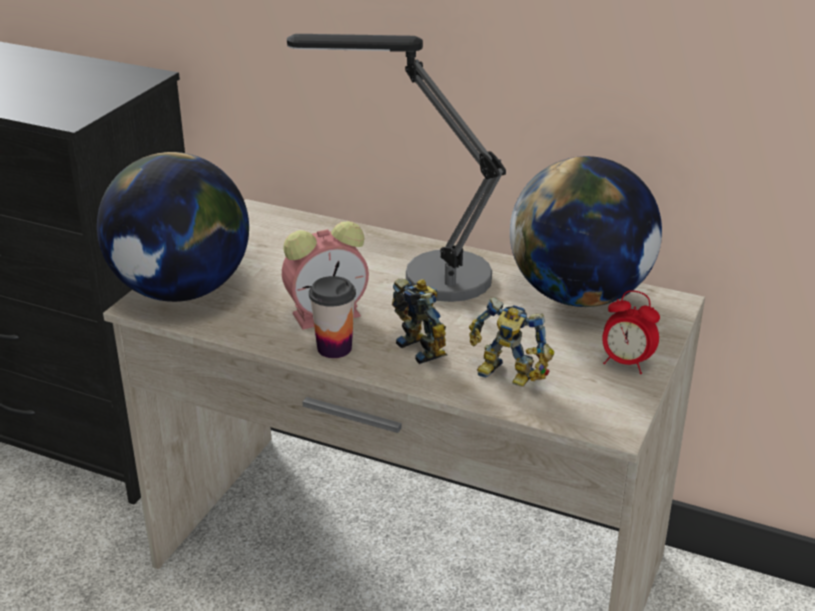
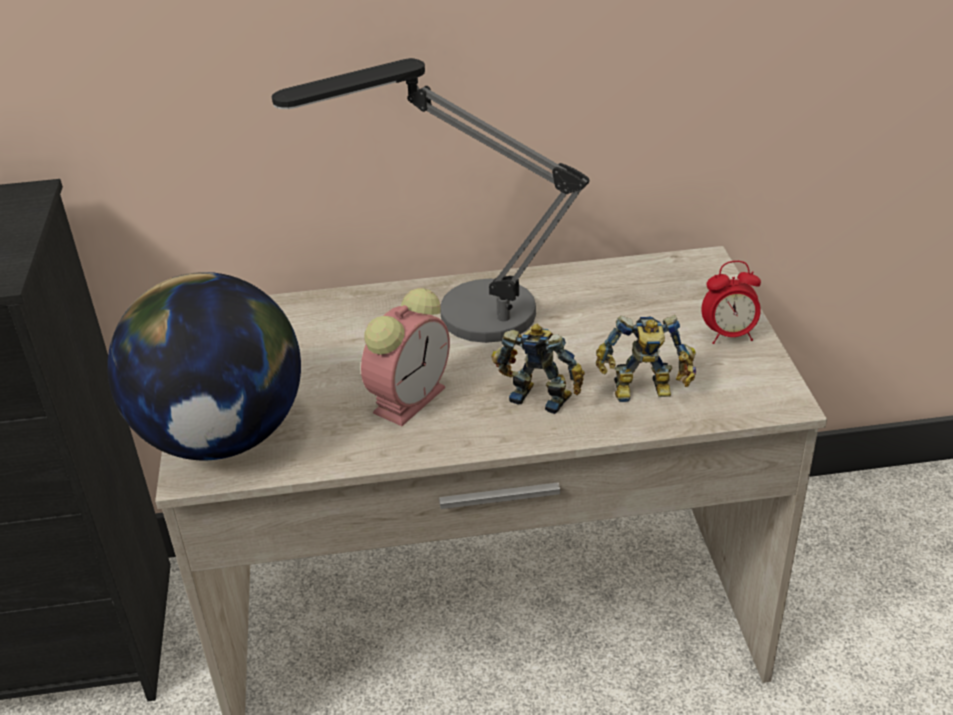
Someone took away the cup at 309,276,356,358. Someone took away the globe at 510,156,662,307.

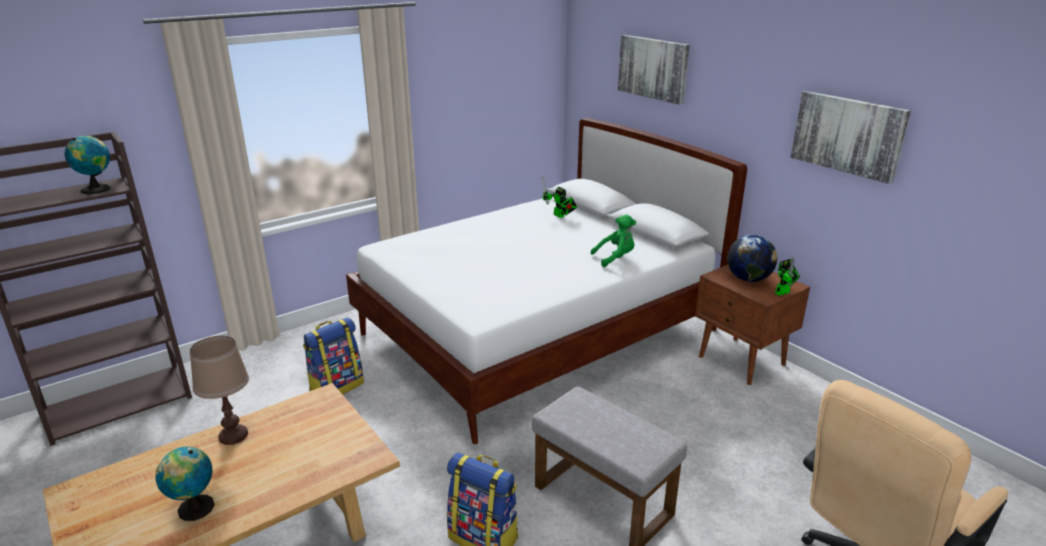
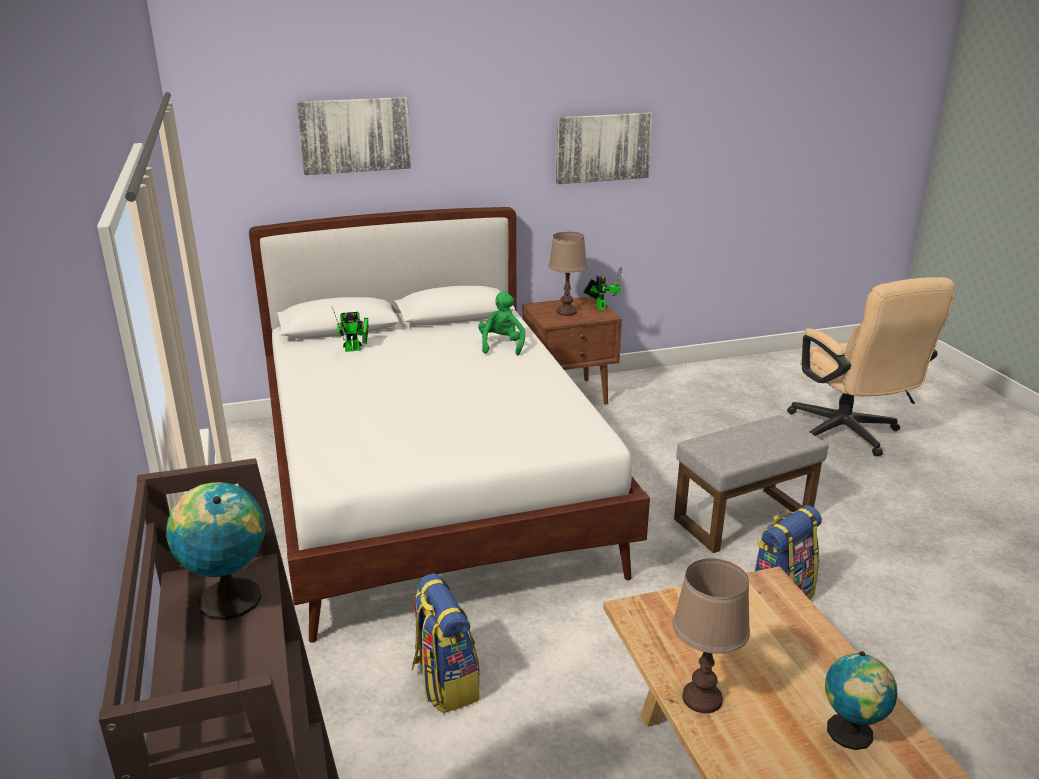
Someone swapped the globe at 727,234,777,282 for the brown_table_lamp at 549,232,587,316.

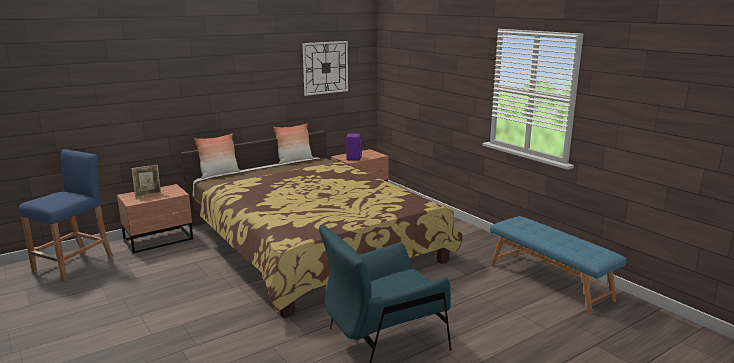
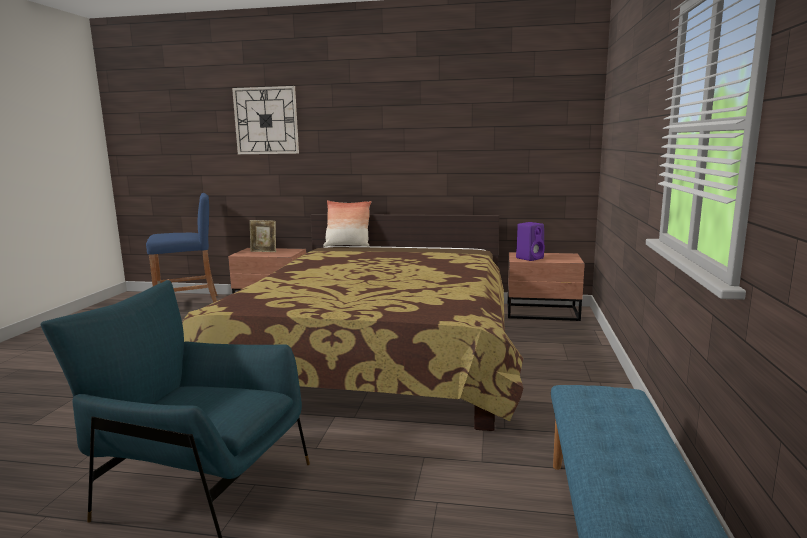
Someone took away the pillow at 273,124,313,164. Someone carried the wall_clock from 303,41,348,96 to 232,86,299,154.

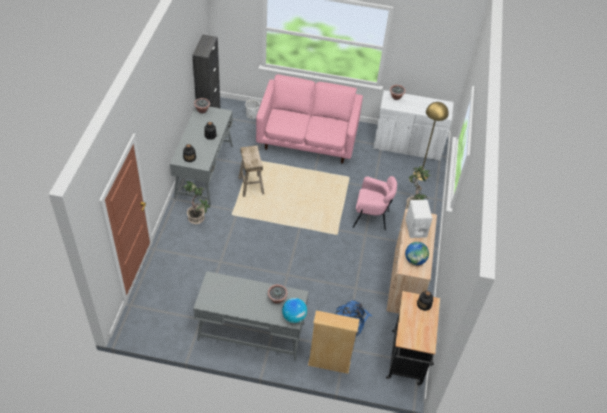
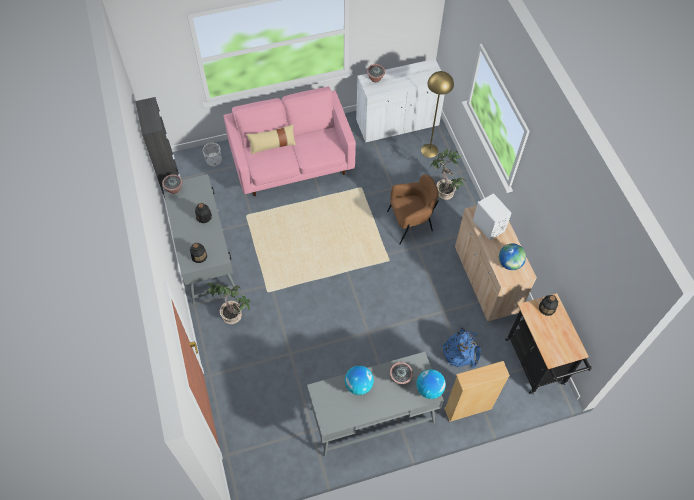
Someone took away the beige_stool at 239,146,264,197. Someone put down the beige_pillow at 247,124,296,155. Someone put down the globe at 345,366,374,395. Someone repainted the pink_armchair at 353,176,397,230, which became the brown_armchair at 387,175,439,245.

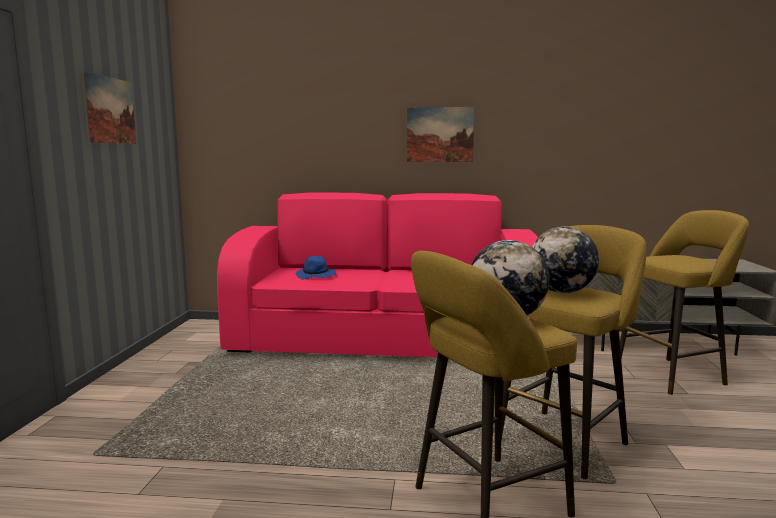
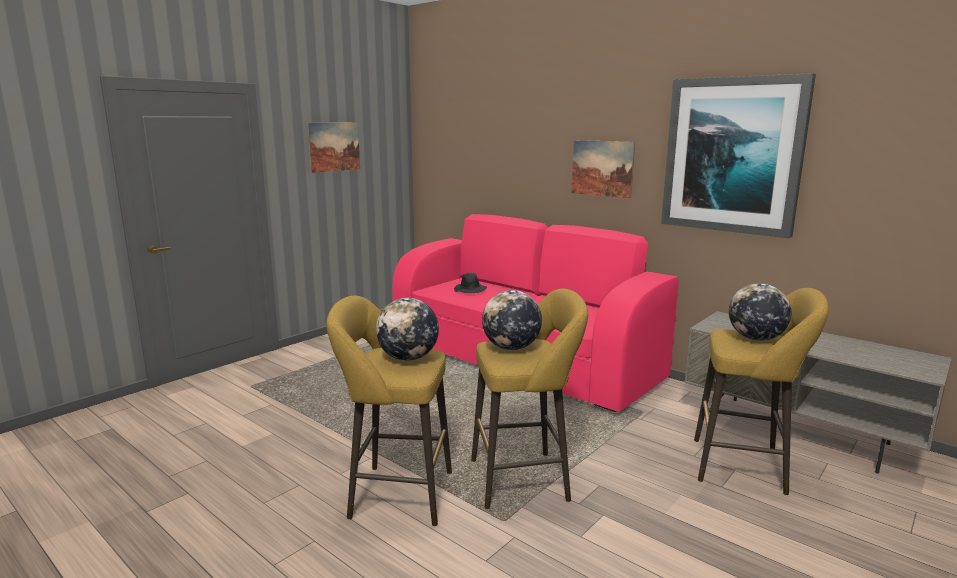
Someone put up the picture at 661,73,816,238. Someone put down the globe at 729,283,792,341. Someone repainted the blue_hat at 296,256,336,279, which became the black_hat at 454,273,487,293.

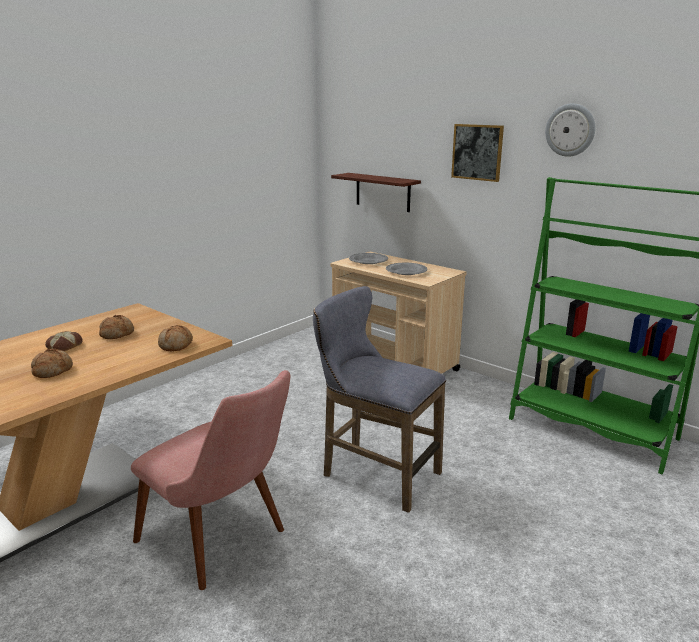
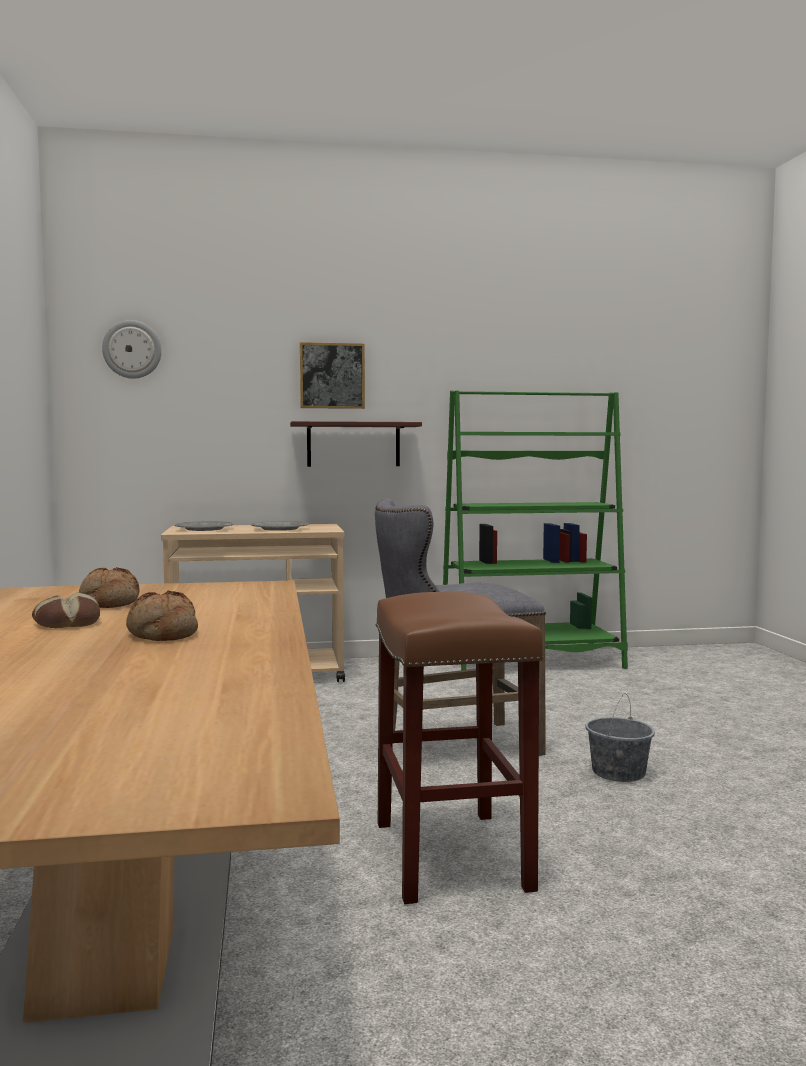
Someone took away the bread at 158,325,193,351. Someone put down the grey_bucket at 585,693,655,782. Someone carried the shelf from 331,173,421,212 to 290,421,422,467. Someone carried the wall_clock from 545,103,595,157 to 102,320,162,379. Someone swapped the pink_chair at 131,370,291,590 for the brown_stool at 375,592,543,904.

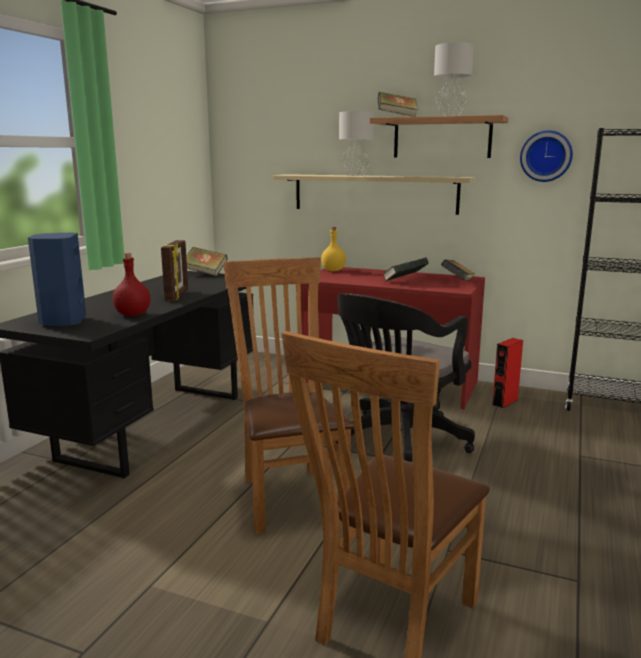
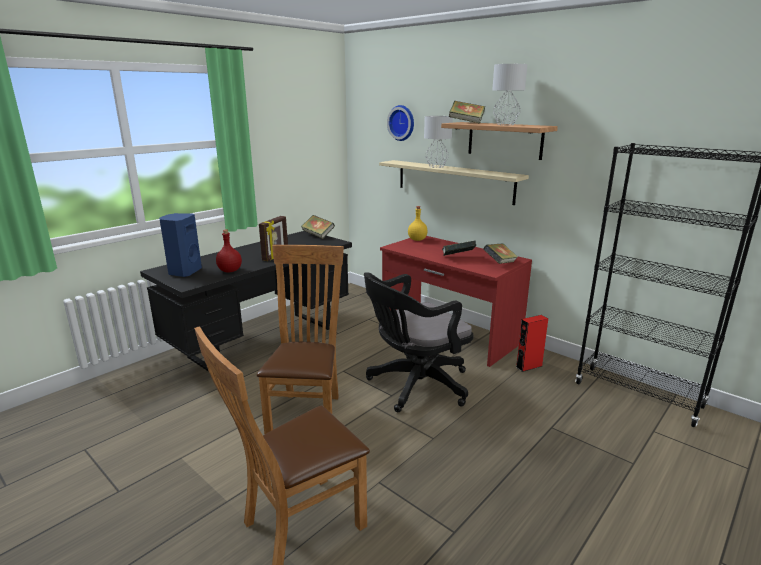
Someone carried the wall_clock from 520,130,573,182 to 387,105,414,141.

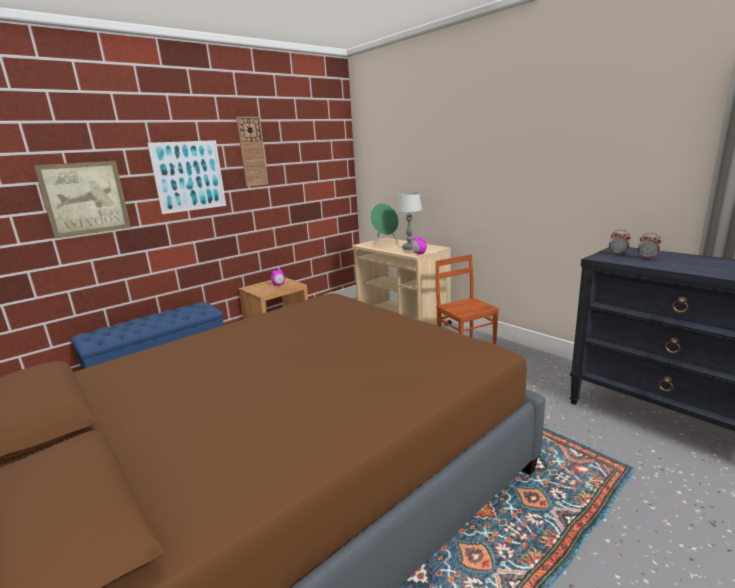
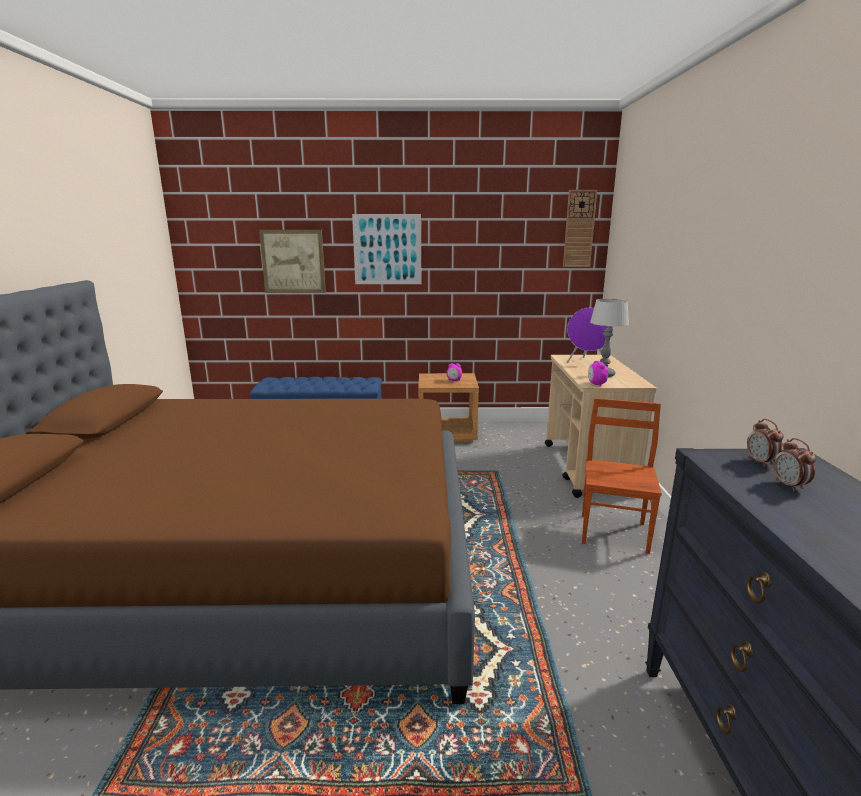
Someone carried the wall_clock from 236,117,268,187 to 563,190,597,267. Someone repainted the green_speaker at 370,203,399,248, which became the purple_speaker at 567,308,613,363.

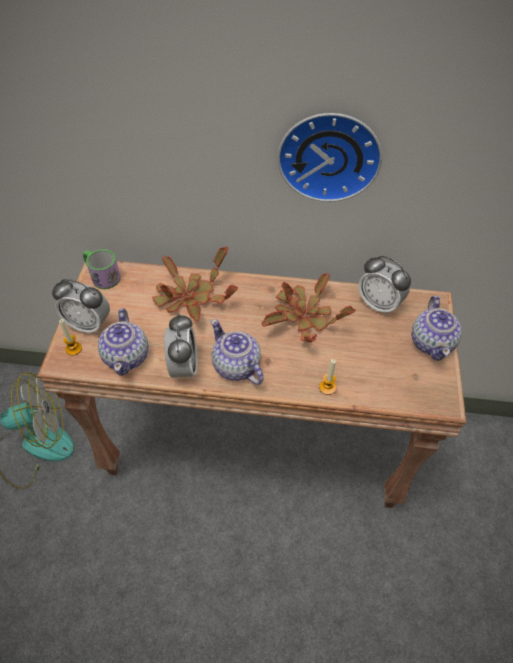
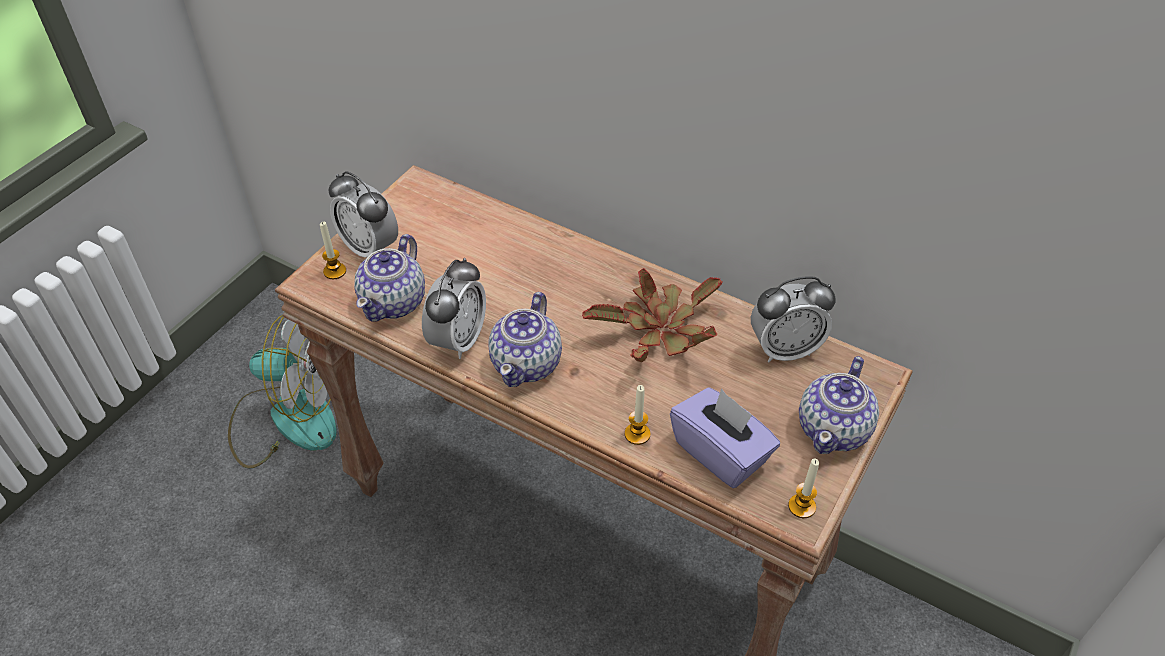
Someone took away the mug at 83,249,120,289. Someone took away the potted_plant at 152,246,238,321. Someone took away the wall_clock at 278,113,382,202. Someone put down the purple_tissue_box at 670,387,780,488. Someone put down the candle at 788,459,819,518. Someone rotated the teapot at 211,319,264,385 by 150 degrees counterclockwise. Someone rotated the alarm_clock at 358,256,411,315 by 75 degrees counterclockwise.

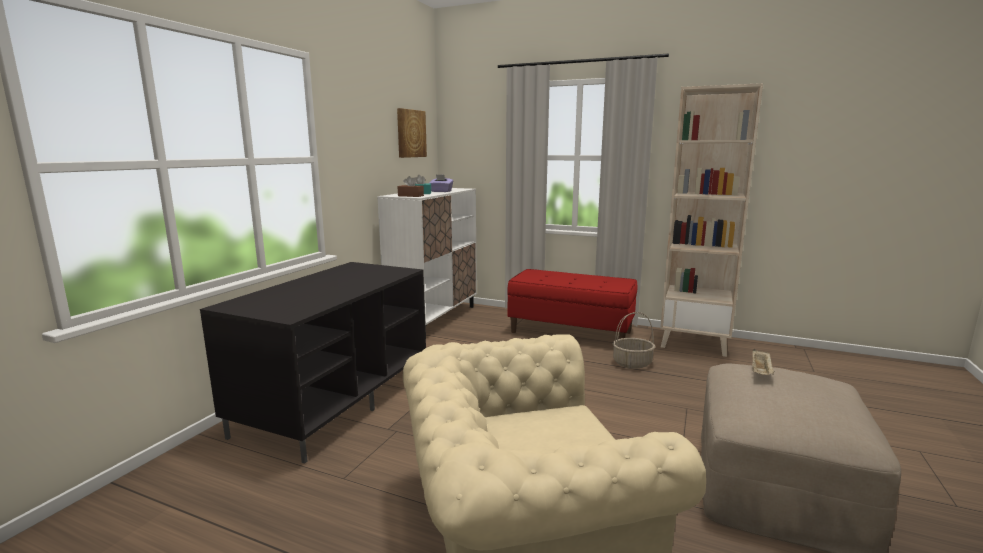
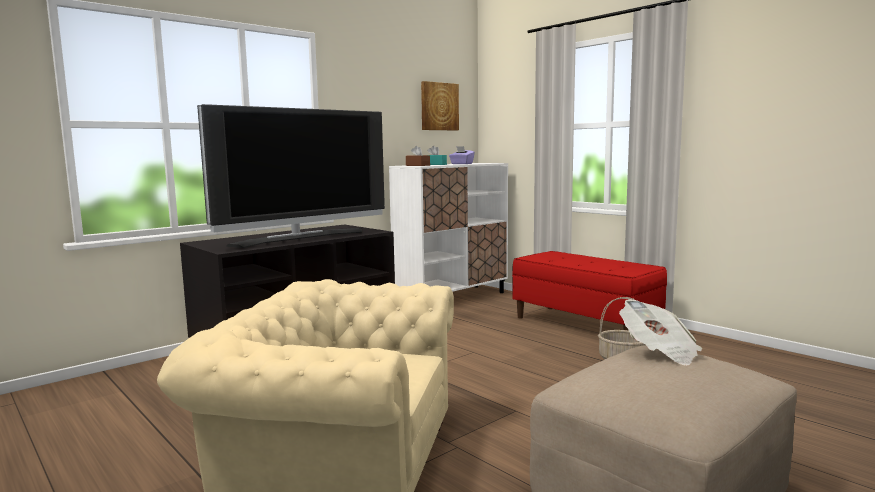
Someone took away the beige_bookcase at 660,83,763,357. Someone put down the television at 197,104,385,248. Someone swapped the beige_tray at 752,349,774,375 for the newspaper at 619,299,702,366.

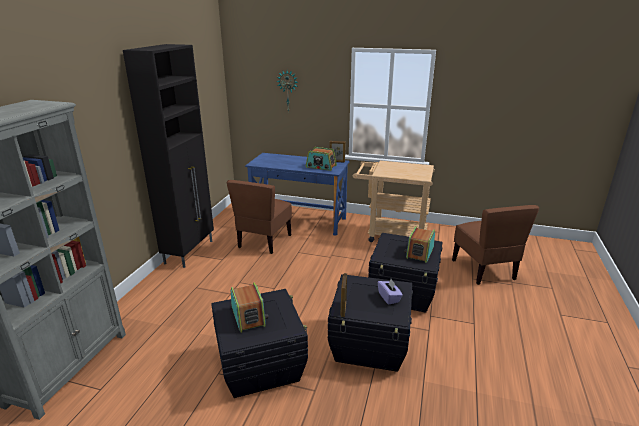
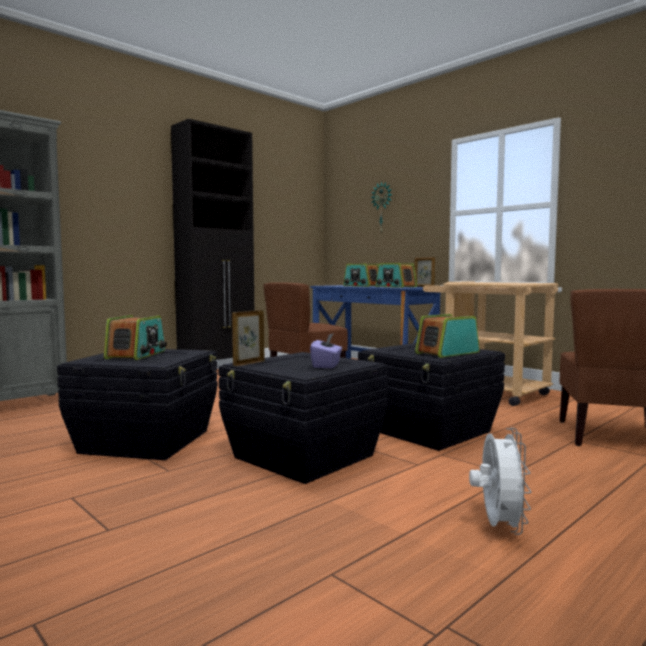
Someone put down the radio at 343,264,379,287. Someone put down the white_fan at 469,428,531,535.

